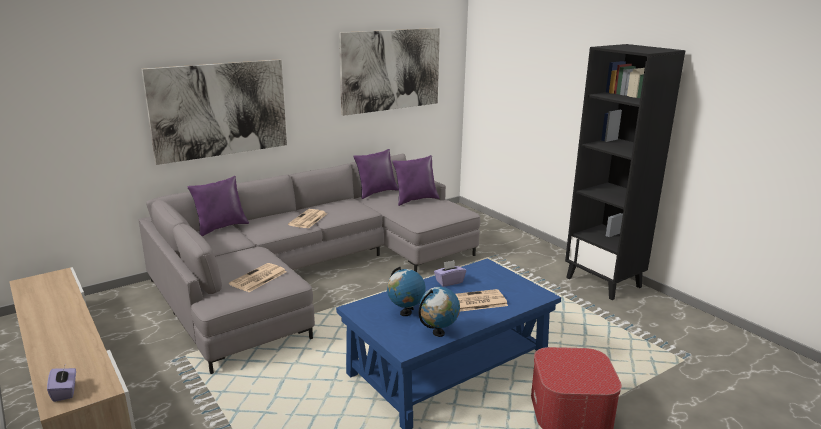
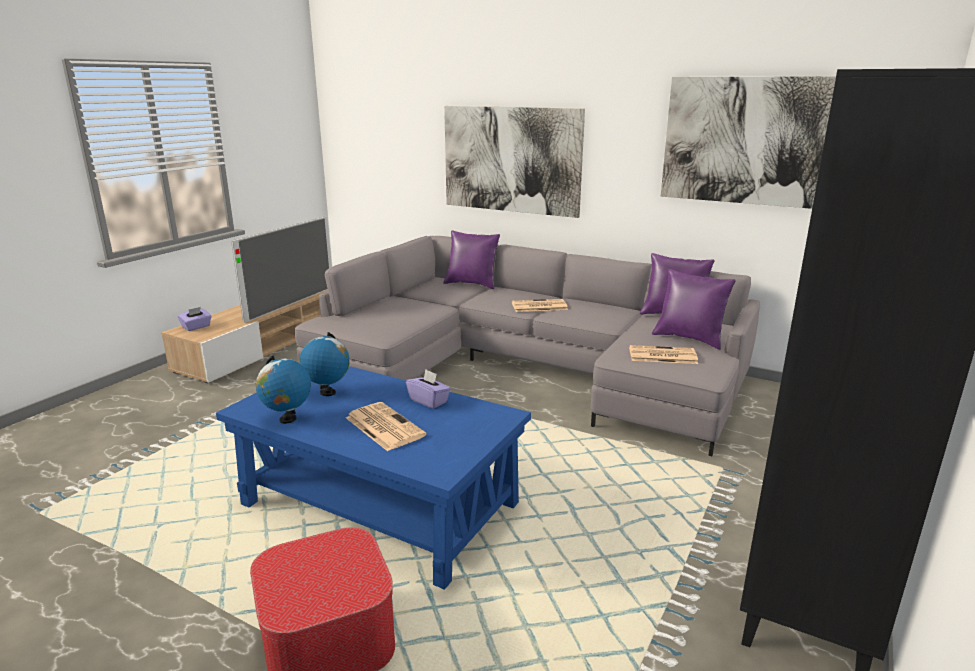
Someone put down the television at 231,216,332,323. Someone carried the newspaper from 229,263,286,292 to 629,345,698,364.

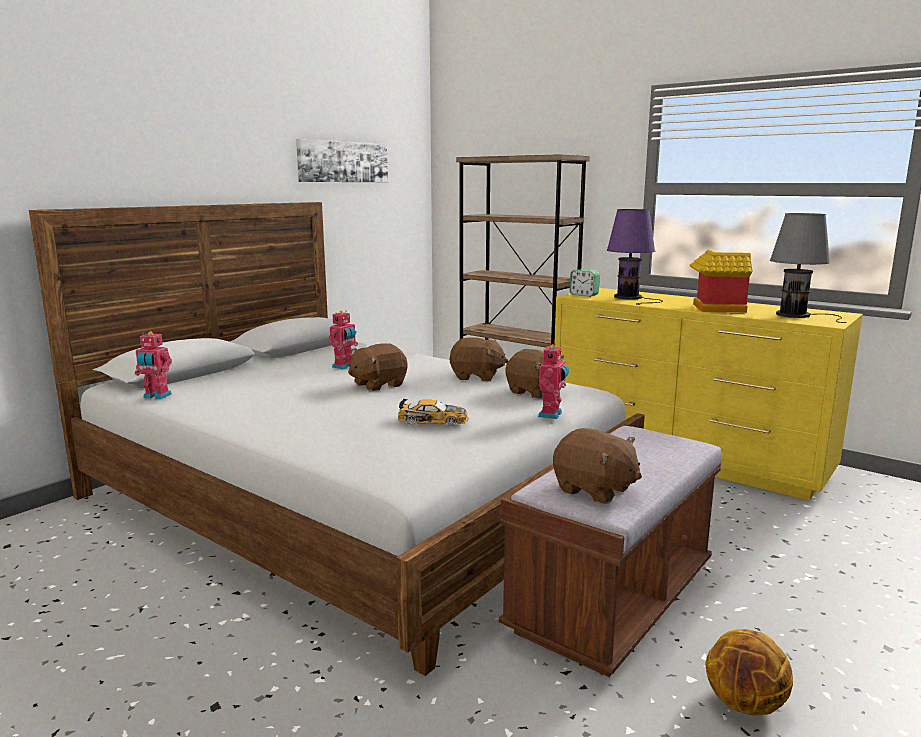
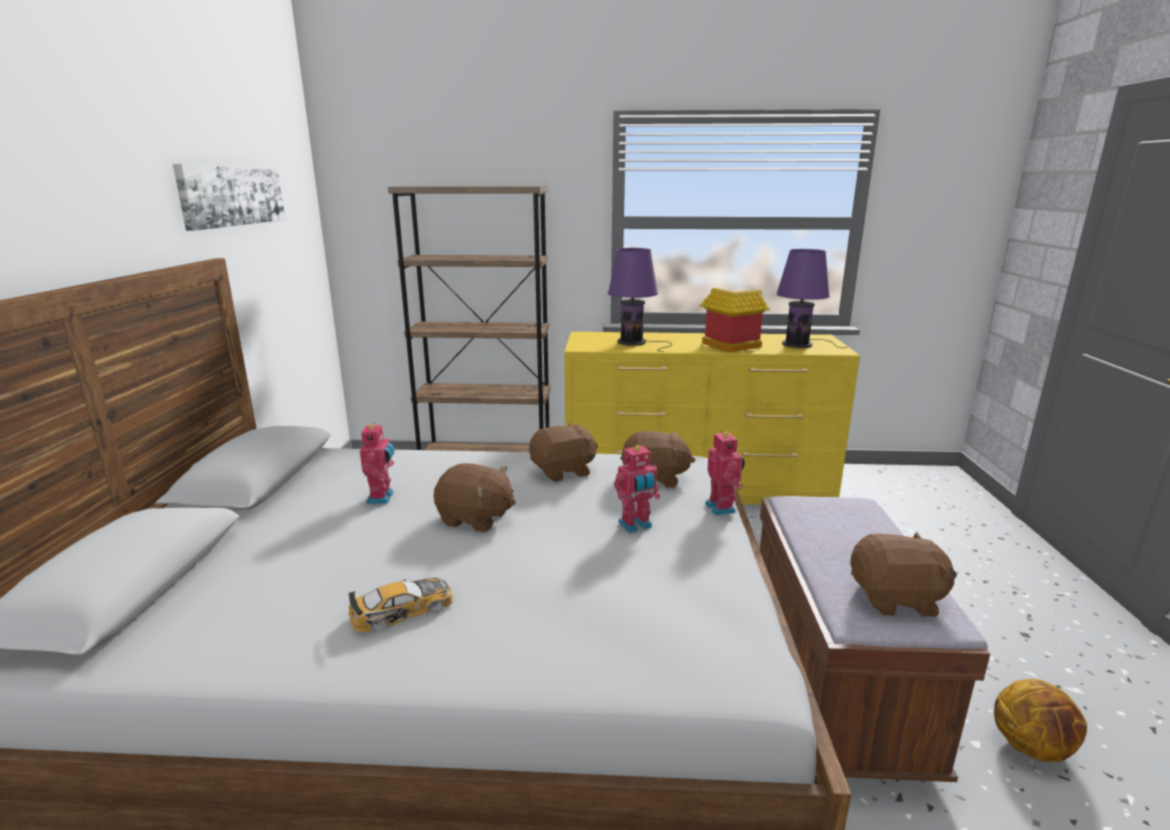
Someone took away the alarm_clock at 569,269,600,297. Someone carried the toy_robot from 135,331,172,399 to 614,445,660,533. Someone carried the toy_car from 398,399,468,426 to 348,578,453,632. Someone repainted the grey_table_lamp at 770,213,846,323, which became the purple_table_lamp at 776,249,847,348. Someone rotated the brown_plush_toy at 348,344,407,391 by 90 degrees counterclockwise.

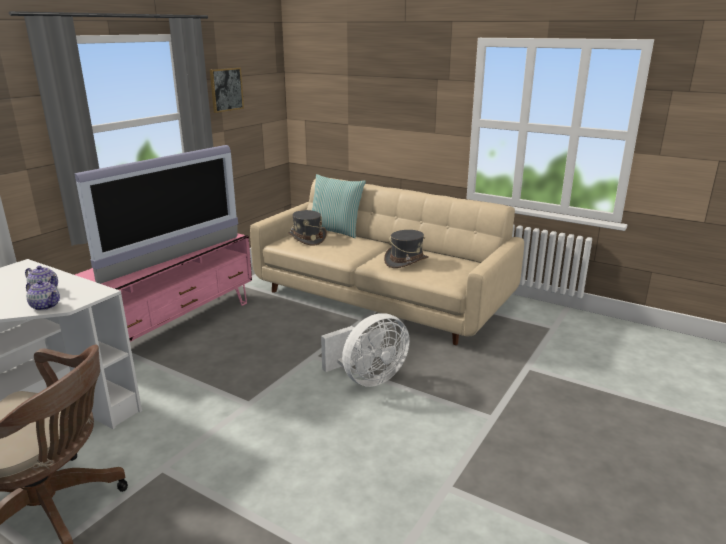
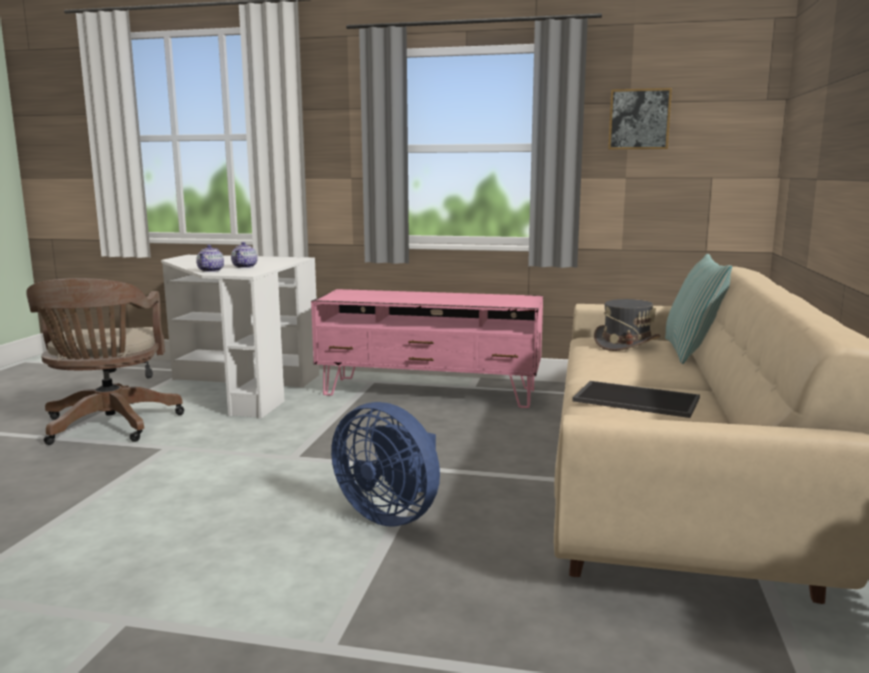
Someone took away the television at 74,145,238,284. Someone swapped the grey_hat at 384,230,429,268 for the tray at 573,381,700,418. Someone repainted the white_fan at 321,313,410,387, which became the blue_fan at 331,402,440,527.

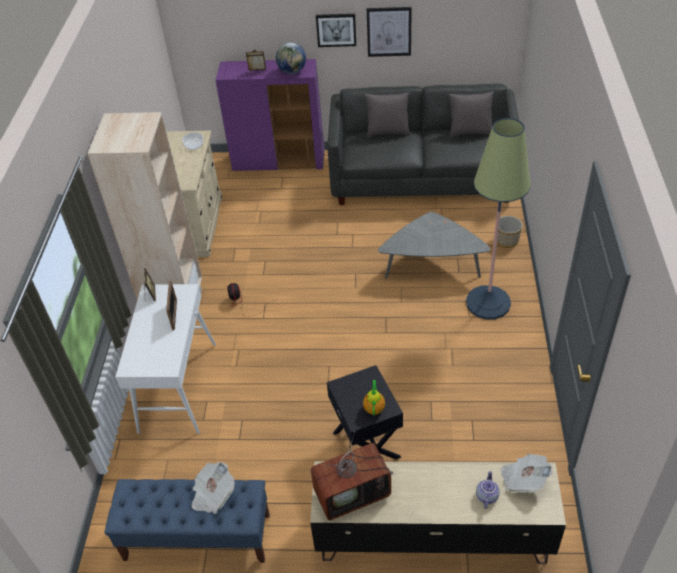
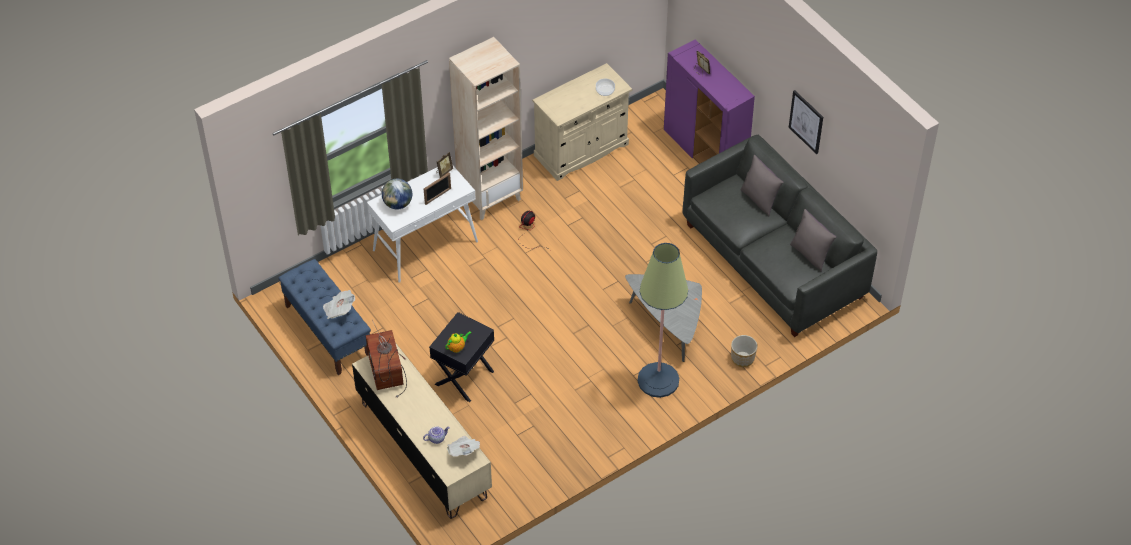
Someone took away the picture at 316,14,356,47. Someone carried the globe from 276,42,306,74 to 382,179,412,210. Someone rotated the television at 311,431,394,520 by 45 degrees clockwise.

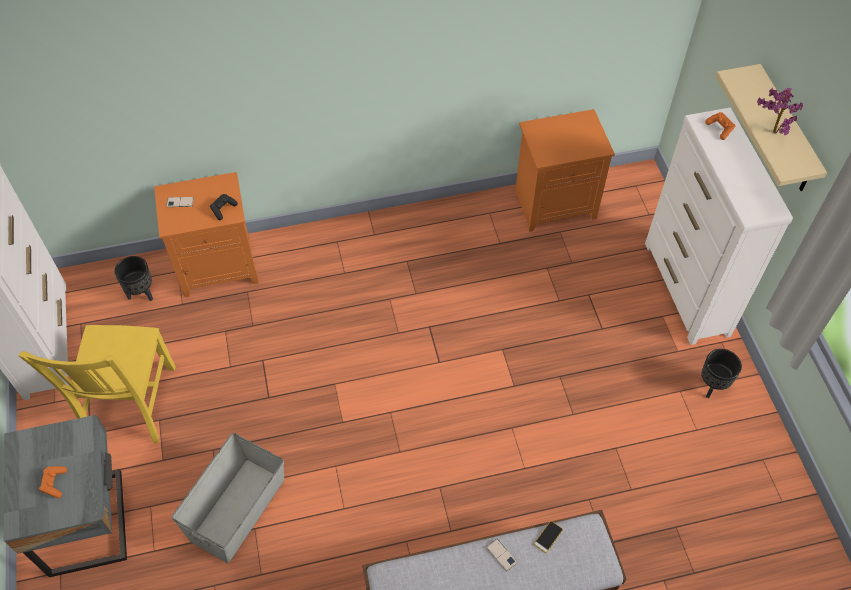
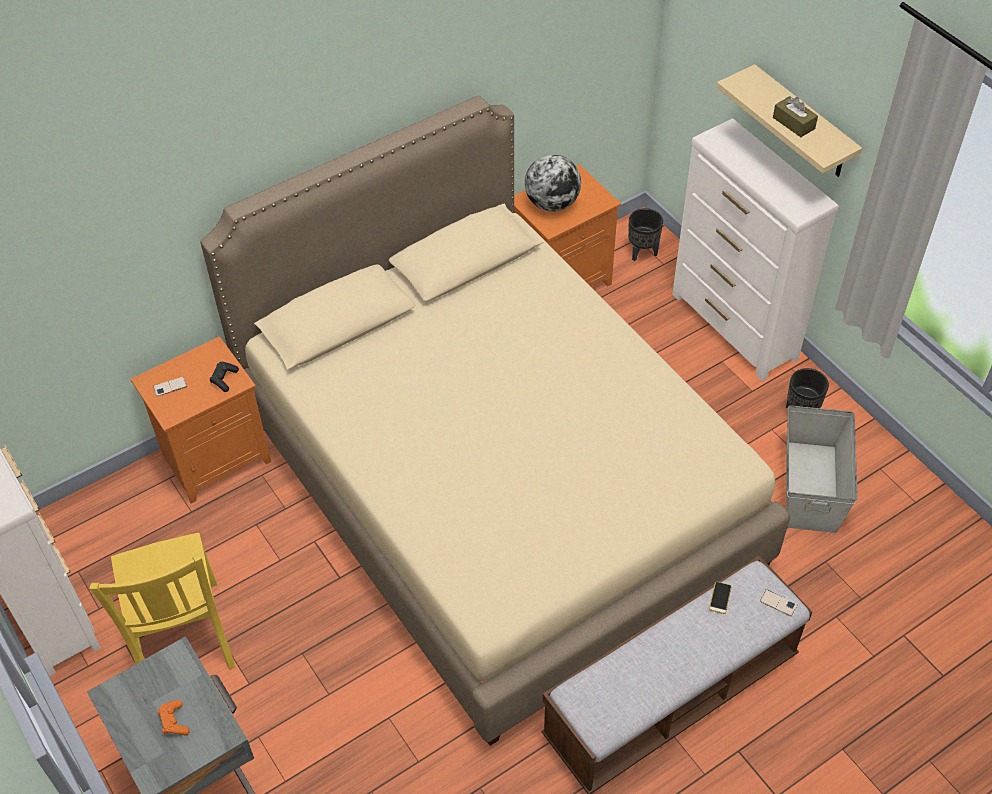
Someone took away the orange_game_controller at 705,112,735,140. Someone put down the beige_bed at 200,96,790,746. Someone put down the globe at 525,154,581,212. Someone carried the black_planter from 114,256,153,301 to 628,208,663,261. Someone carried the grey_storage_box from 172,433,284,563 to 786,405,858,533. Someone carried the phone from 486,538,517,571 to 760,589,798,616. Someone swapped the potted_plant at 757,88,803,135 for the brown_tissue_box at 773,96,818,137.

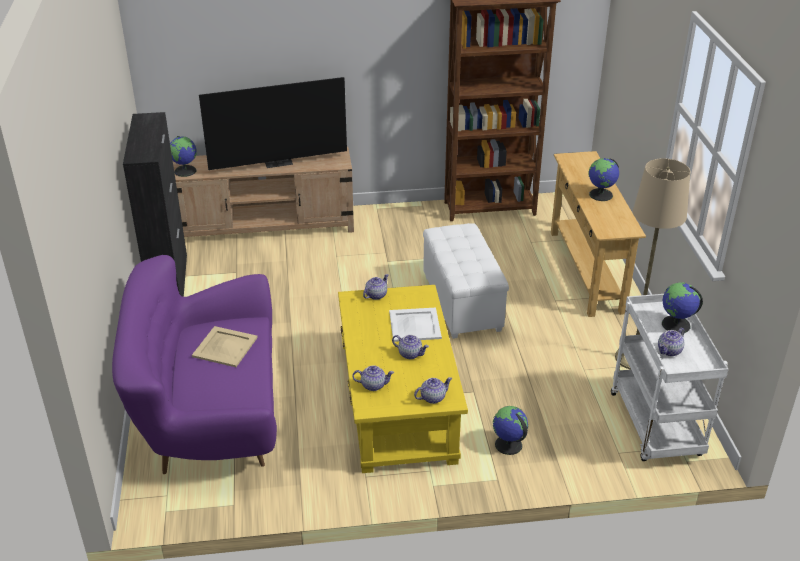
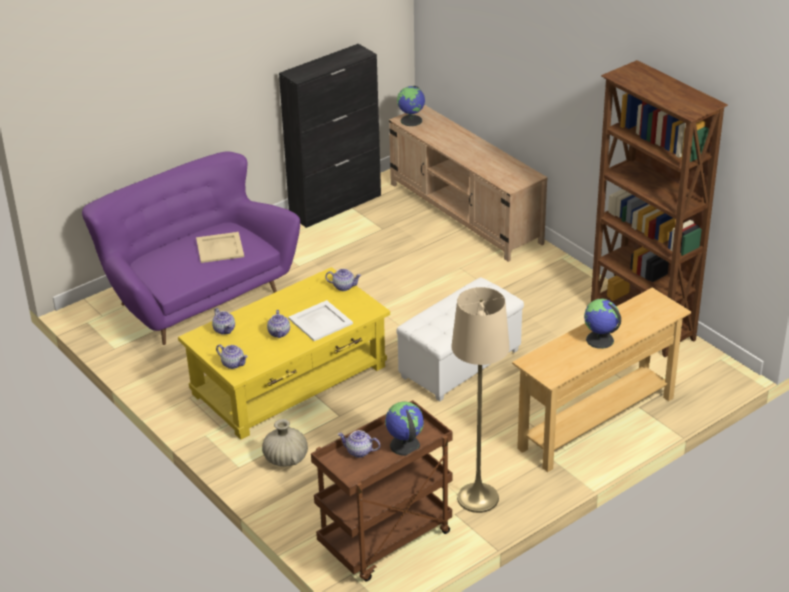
Someone took away the television at 199,77,347,170. Someone swapped the globe at 493,406,528,455 for the beige_vase at 262,419,308,467. Someone repainted the white_cart at 611,294,728,461, which became the brown_cart at 311,400,452,582.

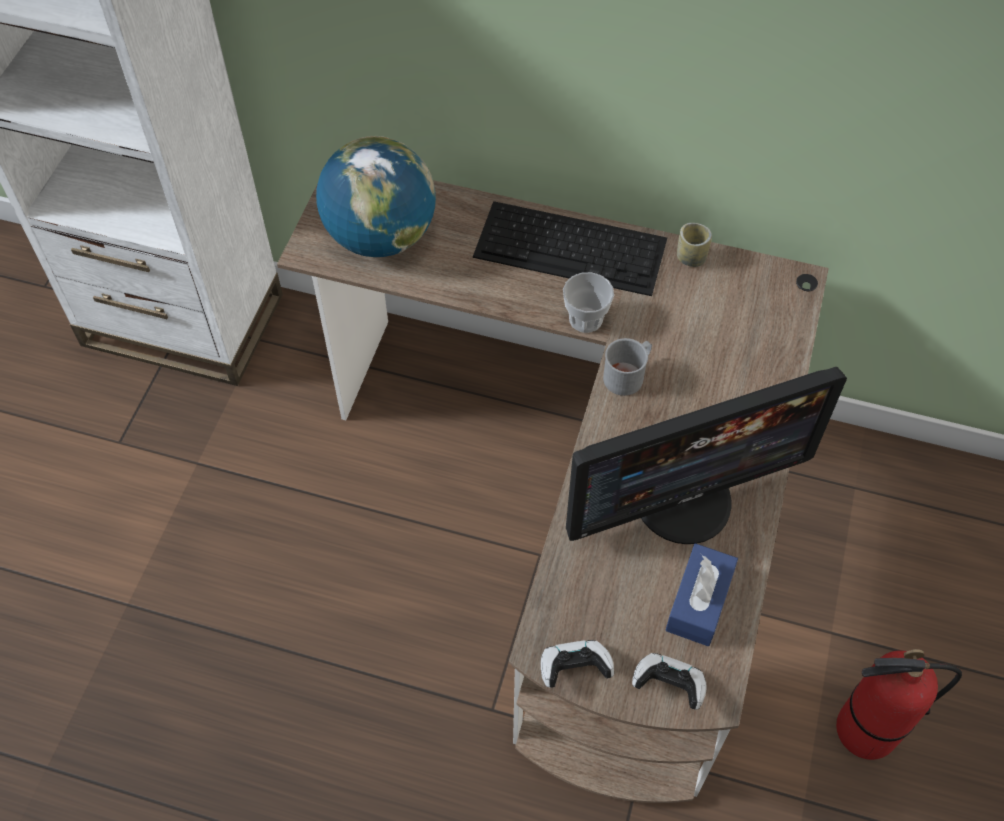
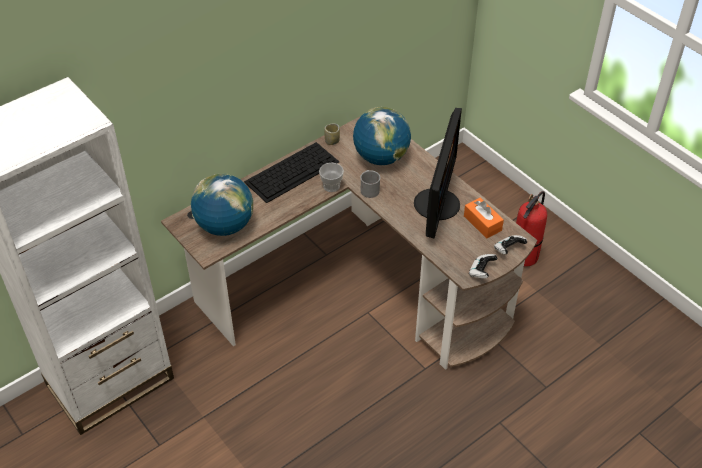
Someone put down the globe at 353,107,411,165. Someone repainted the blue_tissue_box at 666,543,738,646, which became the orange_tissue_box at 464,198,504,239.

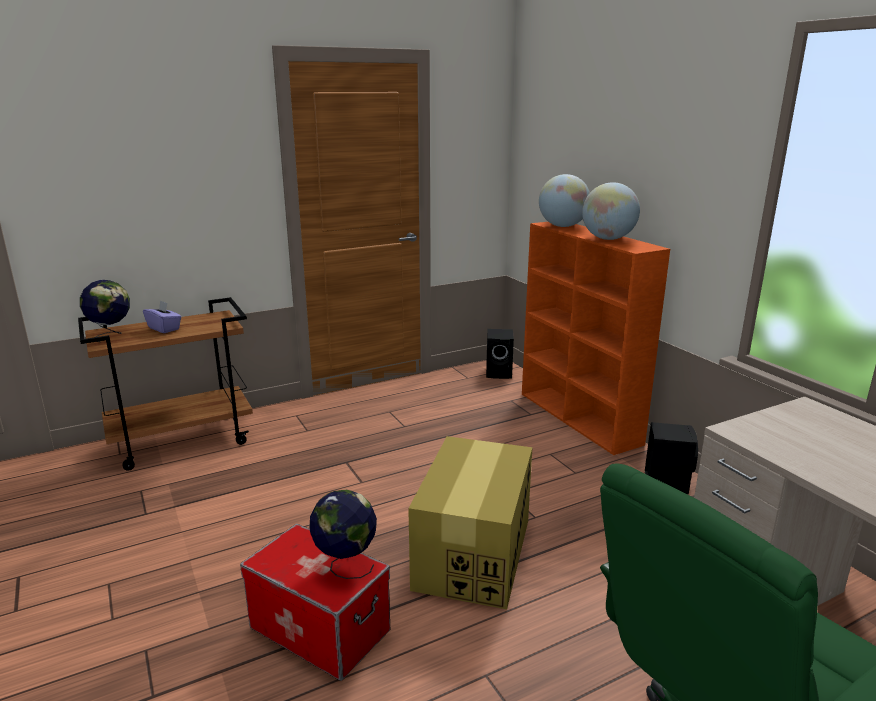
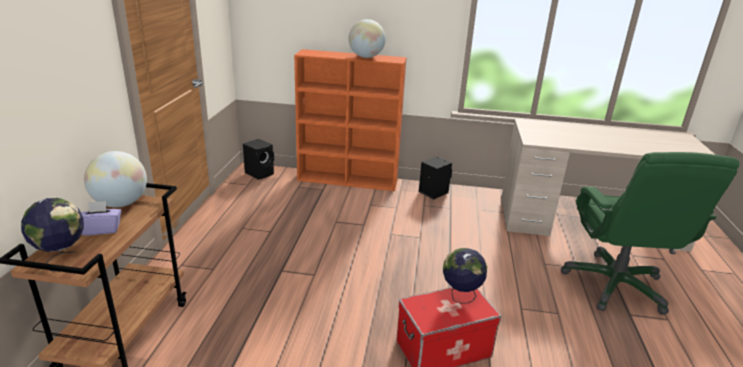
Someone took away the cardboard_box at 408,436,532,609. Someone carried the globe from 539,174,590,227 to 84,151,147,207.

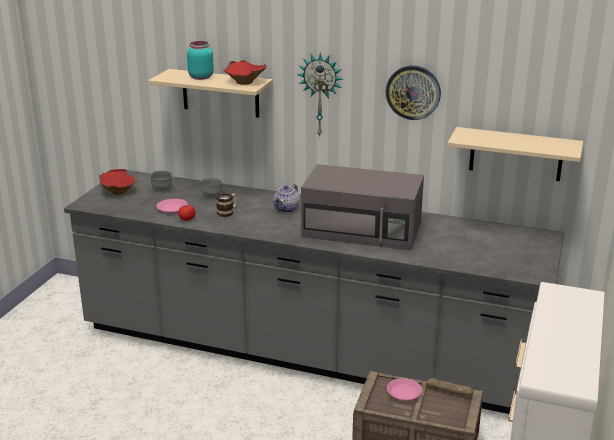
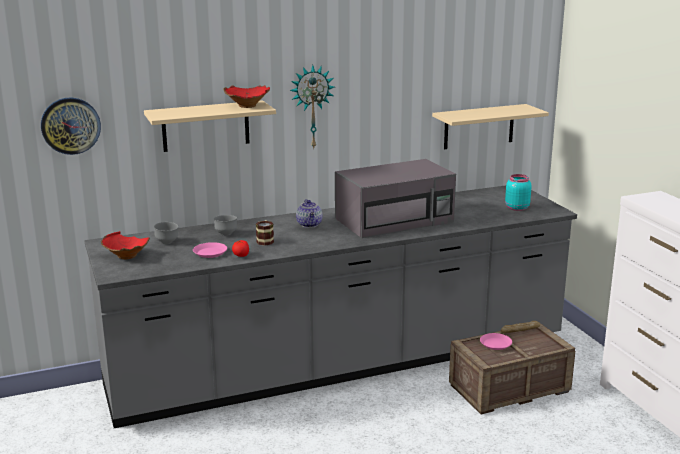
Someone carried the turquoise_jar from 187,41,214,80 to 505,174,532,211. Someone carried the wall_clock from 386,65,441,120 to 41,97,101,155.

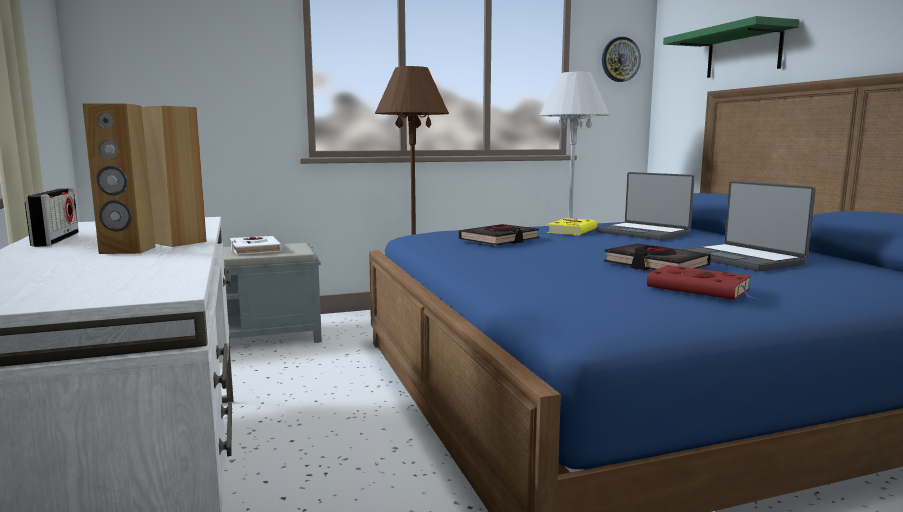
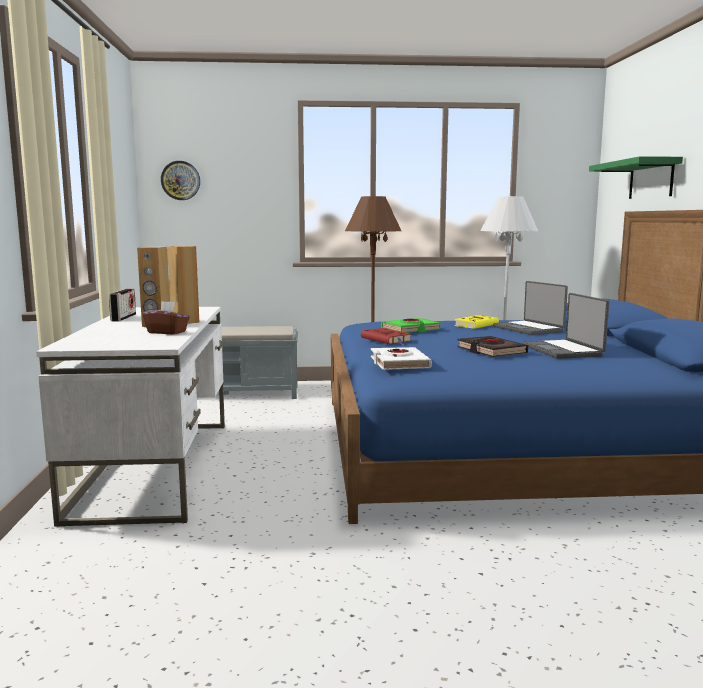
Someone put down the brown_tissue_box at 143,301,190,335. Someone carried the white_book from 230,236,282,255 to 371,347,432,370. Someone carried the wall_clock from 602,37,641,82 to 161,161,200,200. Someone carried the red_book from 647,265,760,300 to 361,328,411,345. Someone repainted the black_book at 458,224,539,246, which became the green_book at 381,318,441,333.

